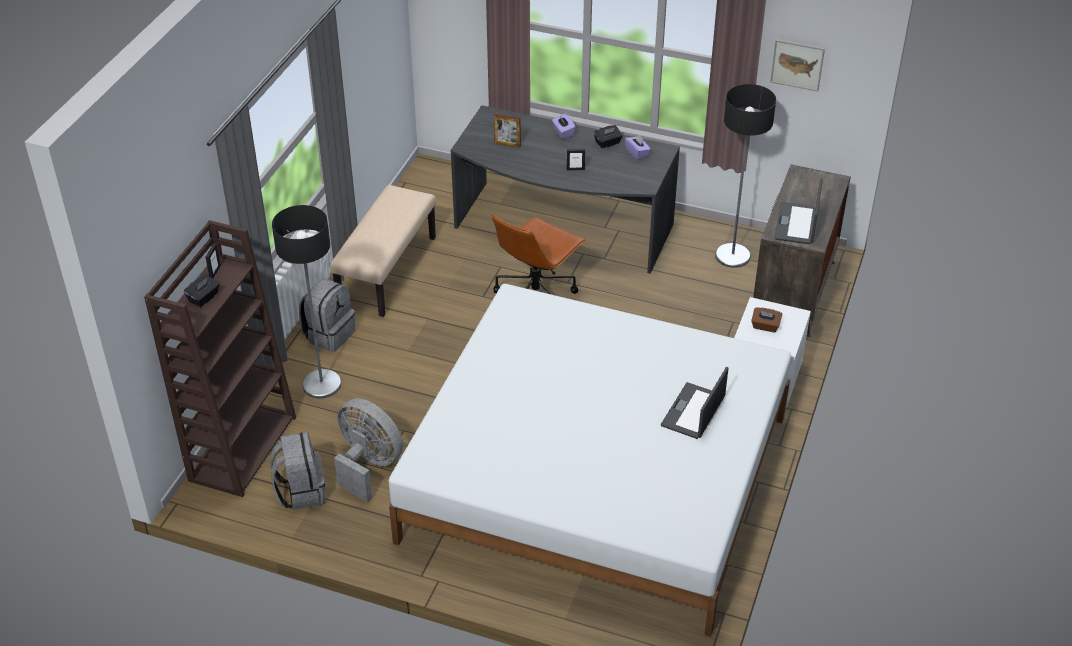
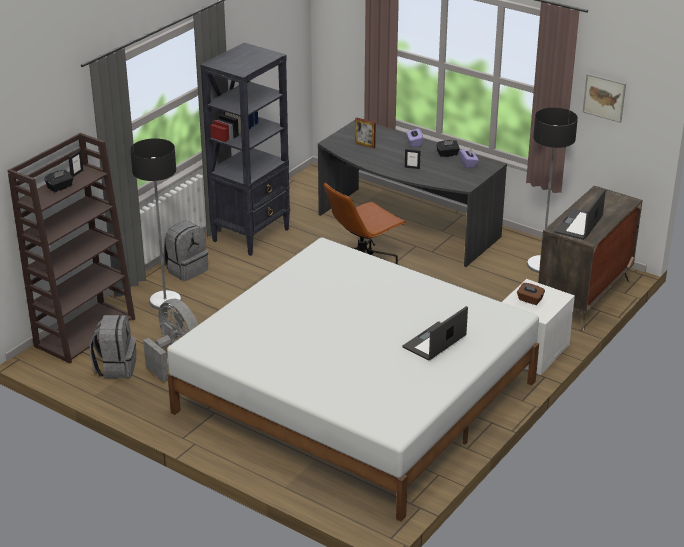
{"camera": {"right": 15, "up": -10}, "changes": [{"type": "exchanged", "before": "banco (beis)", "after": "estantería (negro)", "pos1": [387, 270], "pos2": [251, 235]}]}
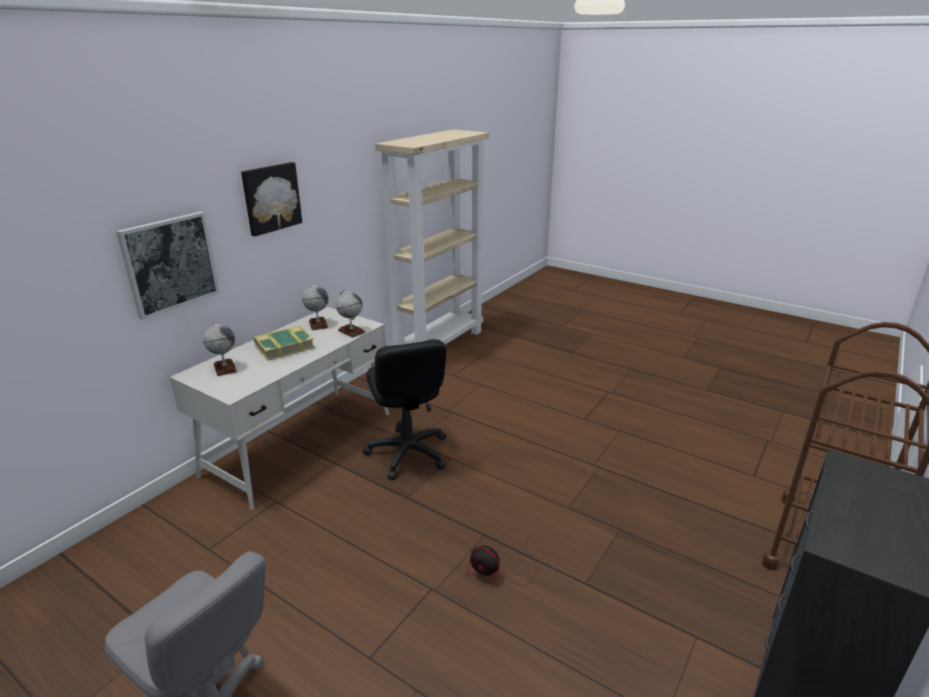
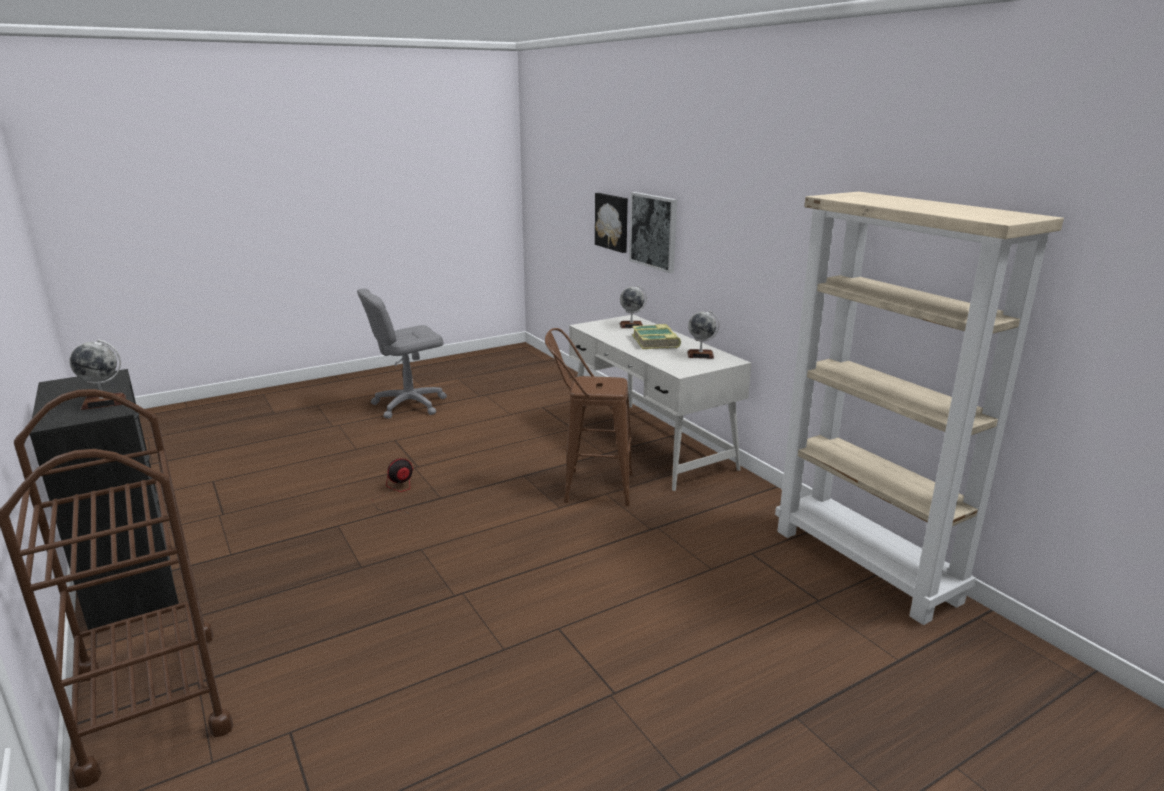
{"camera": {"right": 115, "up": -5}, "changes": [{"type": "relocated", "before": "cuadro", "pos1": [271, 198], "pos2": [613, 222]}, {"type": "relocated", "before": "globo terráqueo", "pos1": [351, 331], "pos2": [104, 402]}, {"type": "exchanged", "before": "silla de oficina (negro)", "after": "taburete (marrón)", "pos1": [408, 453], "pos2": [589, 487]}]}
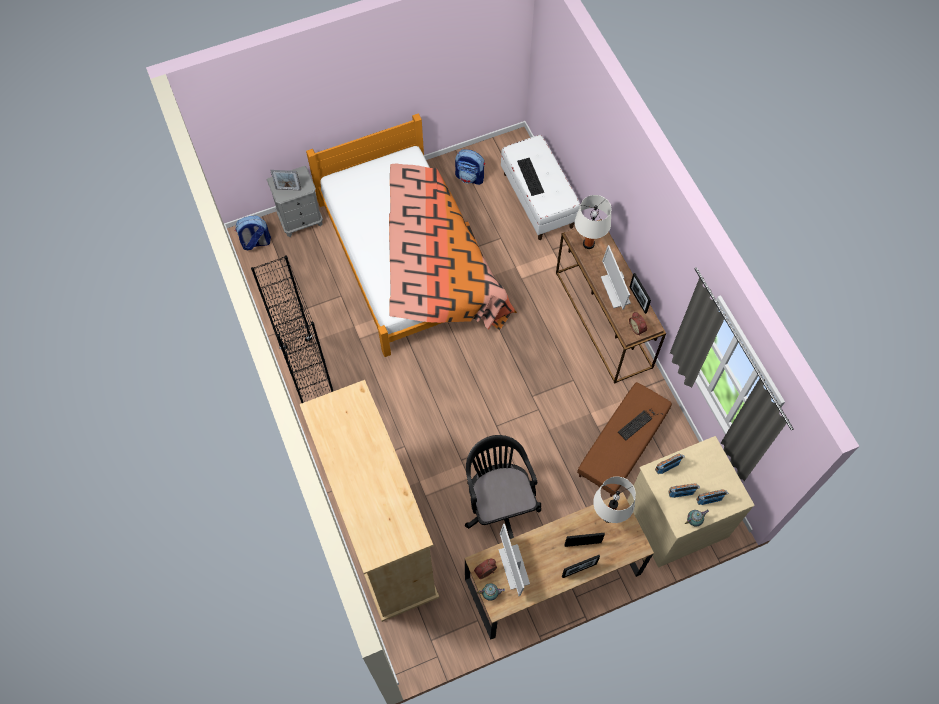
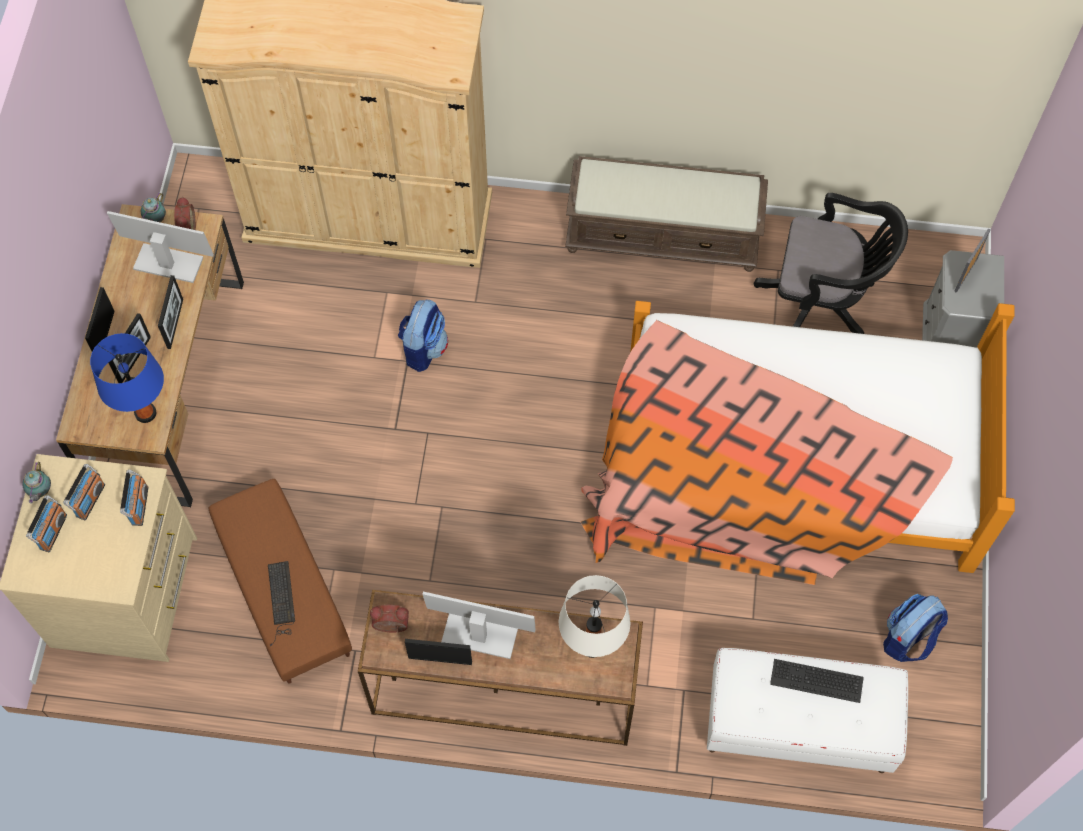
{"camera": {"right": 120, "up": 0}, "changes": [{"type": "relocated", "before": "mochila", "pos1": [255, 243], "pos2": [423, 348]}, {"type": "exchanged", "before": "estantería (negro)", "after": "banco (marrón)", "pos1": [308, 374], "pos2": [664, 236]}, {"type": "relocated", "before": "silla de oficina (negro)", "pos1": [499, 502], "pos2": [821, 302]}, {"type": "colour", "before": "lámpara de mesa (blanco)", "after": "lámpara de mesa (azul)", "pos1": [608, 516], "pos2": [145, 413]}, {"type": "appeared", "after": "portarretratos", "pos2": [175, 323]}]}
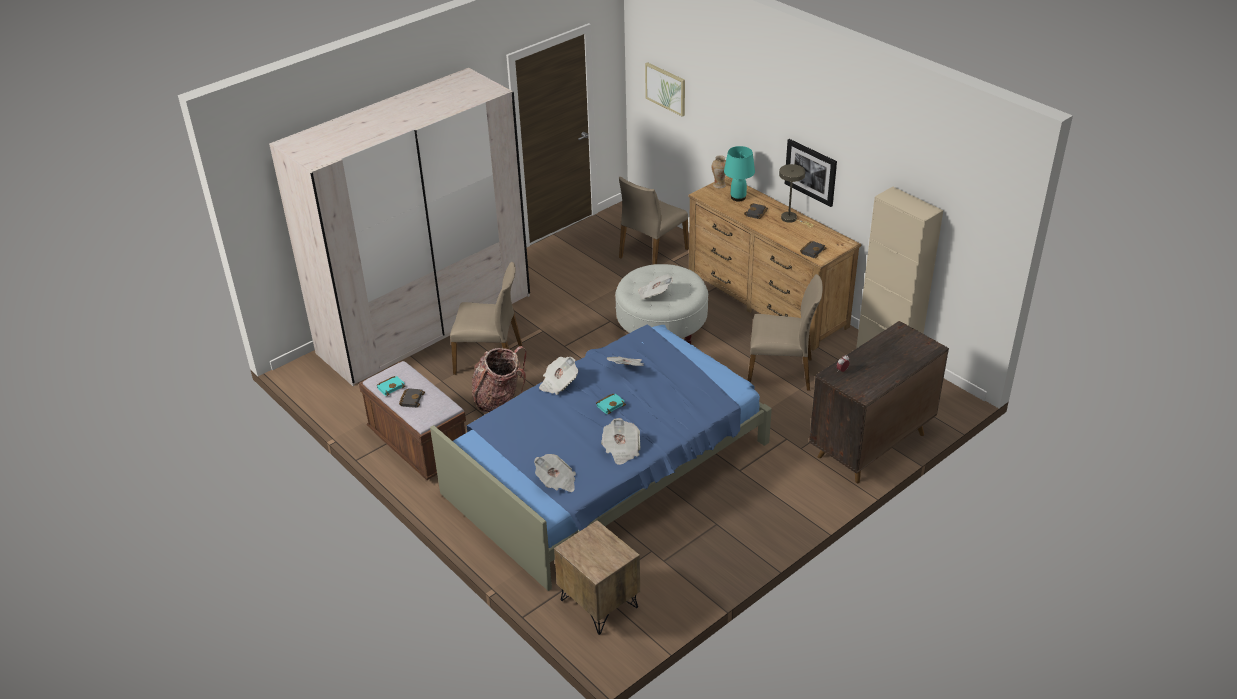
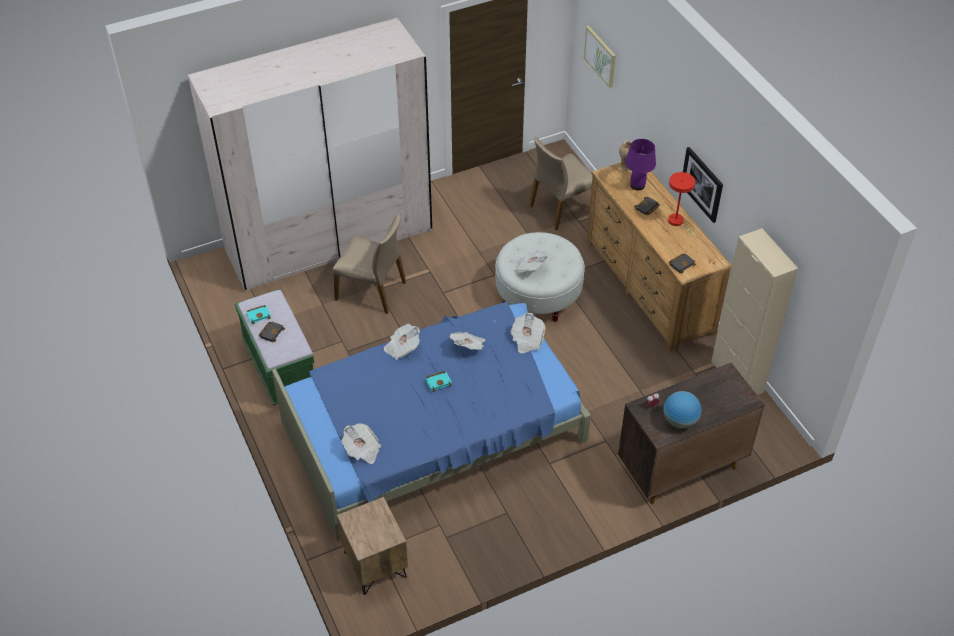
{"camera": {"right": 15, "up": 10}, "changes": [{"type": "colour", "before": "lámpara de mesa (turquesa)", "after": "lámpara de mesa (morado)", "pos1": [738, 197], "pos2": [637, 185]}, {"type": "colour", "before": "lámpara de mesa (beis)", "after": "lámpara de mesa (rojo)", "pos1": [791, 219], "pos2": [678, 222]}, {"type": "missing", "before": "silla (beis)", "pos1": [780, 372]}, {"type": "missing", "before": "mochila", "pos1": [499, 400]}, {"type": "colour", "before": "banco (marrón)", "after": "banco (verde)", "pos1": [418, 445], "pos2": [280, 367]}, {"type": "relocated", "before": "periódico", "pos1": [621, 450], "pos2": [527, 340]}, {"type": "appeared", "after": "globo terráqueo", "pos2": [679, 421]}]}
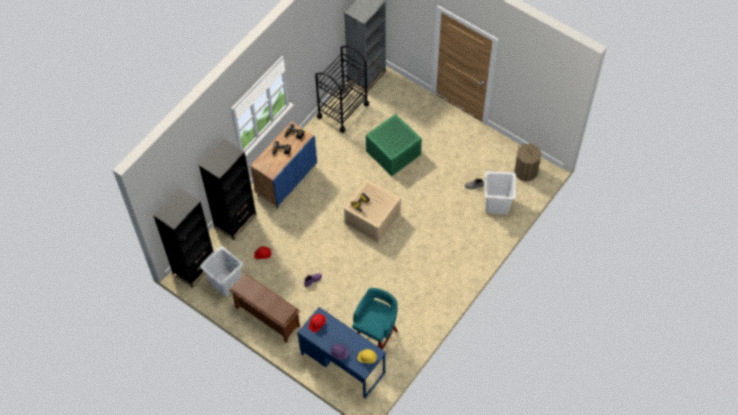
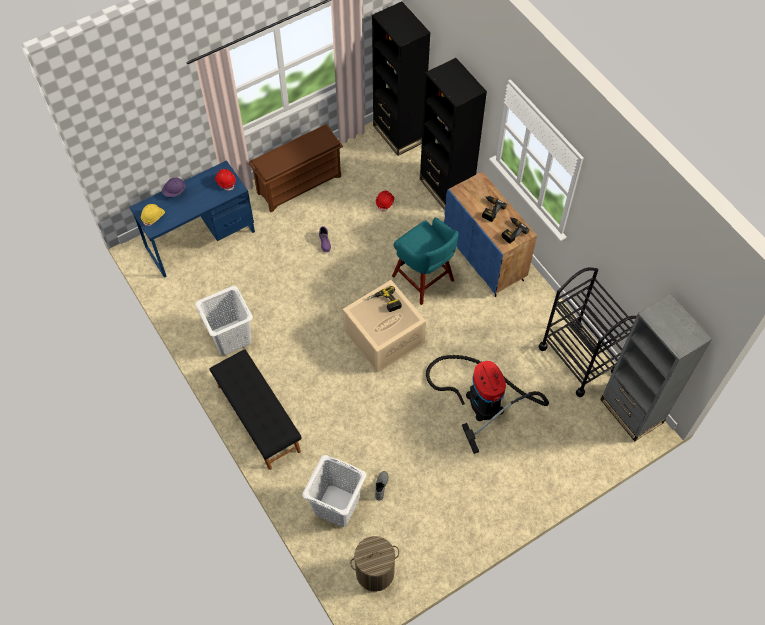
{"camera": {"right": 110, "up": 0}, "changes": [{"type": "exchanged", "before": "caja de almacenaje (verde)", "after": "aspiradora", "pos1": [393, 152], "pos2": [481, 399]}, {"type": "relocated", "before": "cesto de la ropa (blanco)", "pos1": [226, 283], "pos2": [230, 337]}, {"type": "relocated", "before": "taburete (turquesa)", "pos1": [376, 336], "pos2": [424, 279]}, {"type": "appeared", "after": "banco (negro)", "pos2": [258, 418]}]}
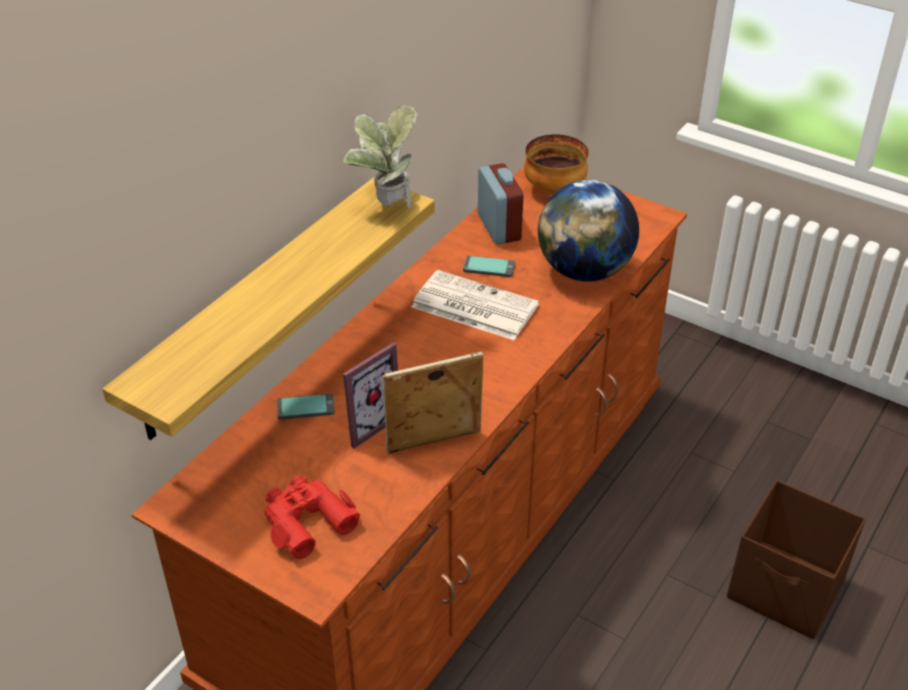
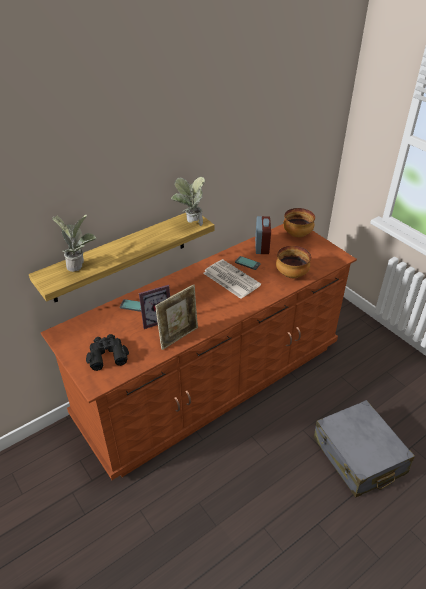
{"camera": {"right": 20, "up": 0}, "changes": [{"type": "exchanged", "before": "globo terráqueo", "after": "cuenco", "pos1": [584, 271], "pos2": [291, 275]}, {"type": "spun", "before": "portarretratos", "pos1": [434, 446], "pos2": [179, 337], "turn": 135}, {"type": "colour", "before": "prismáticos (rojo)", "after": "prismáticos (negro)", "pos1": [306, 520], "pos2": [107, 355]}, {"type": "exchanged", "before": "caja de almacenaje (marrón)", "after": "maleta (gris)", "pos1": [786, 590], "pos2": [358, 456]}, {"type": "appeared", "after": "planta en maceta", "pos2": [80, 265]}]}
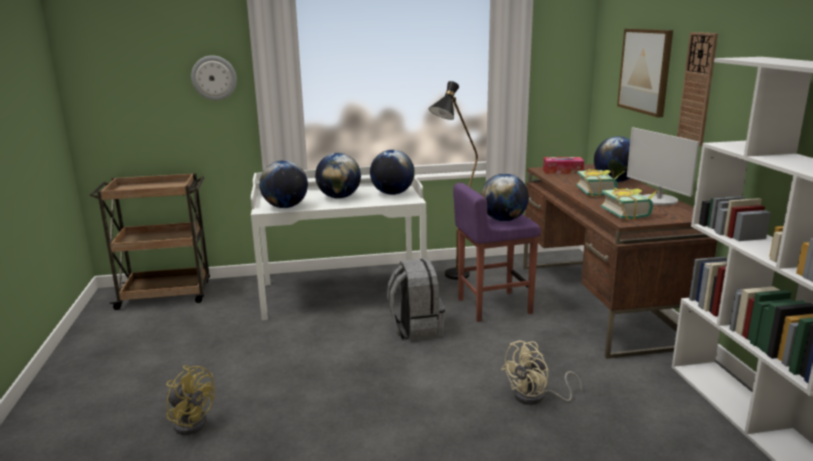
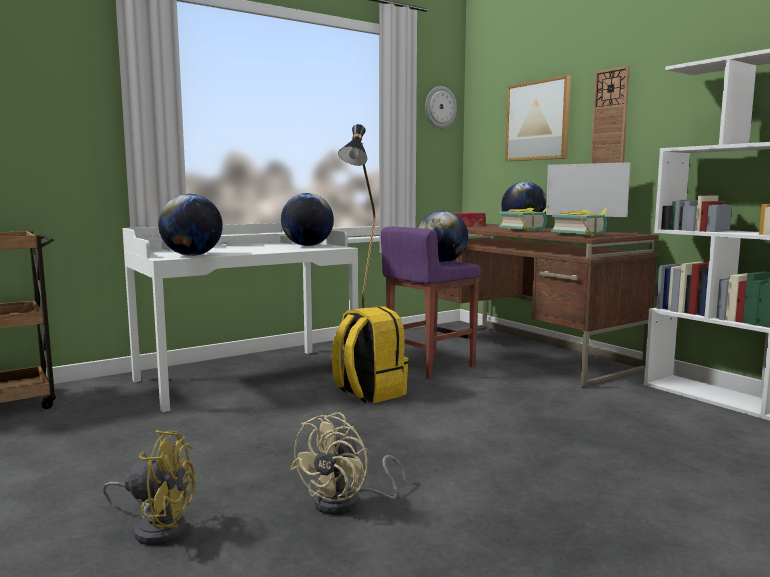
{"camera": {"right": -25, "up": -10}, "changes": [{"type": "relocated", "before": "reloj de pared", "pos1": [214, 78], "pos2": [440, 107]}, {"type": "missing", "before": "globo terráqueo", "pos1": [339, 197]}, {"type": "colour", "before": "mochila (gris)", "after": "mochila (amarillo)", "pos1": [415, 329], "pos2": [369, 393]}, {"type": "relocated", "before": "ventilador (beis)", "pos1": [536, 397], "pos2": [347, 503]}]}
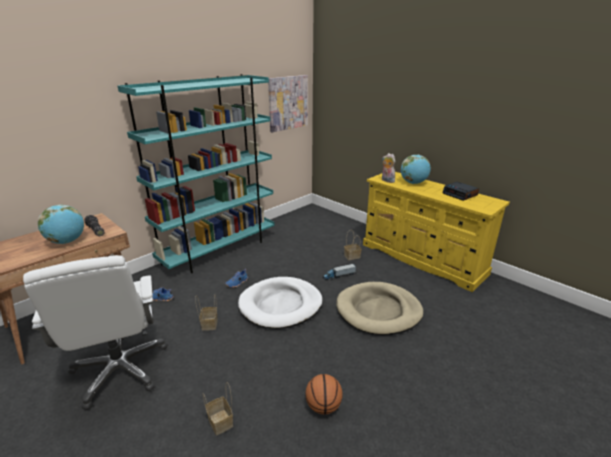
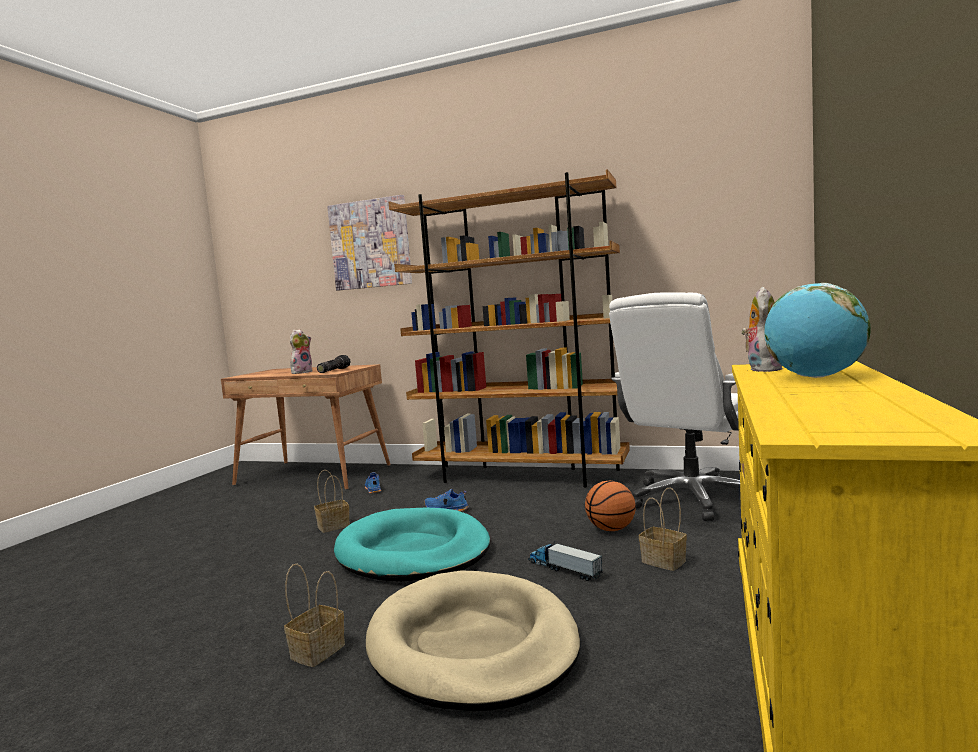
{"camera": {"right": 65, "up": -20}, "changes": [{"type": "colour", "before": "estantería (turquesa)", "after": "estantería (marrón)", "pos1": [219, 250], "pos2": [521, 476]}, {"type": "relocated", "before": "cuadro", "pos1": [288, 103], "pos2": [370, 244]}, {"type": "missing", "before": "despertador", "pos1": [460, 194]}, {"type": "exchanged", "before": "globo terráqueo", "after": "peluche", "pos1": [67, 241], "pos2": [302, 372]}, {"type": "relocated", "before": "silla de oficina (blanco)", "pos1": [120, 370], "pos2": [692, 499]}, {"type": "colour", "before": "cama para perro (blanco)", "after": "cama para perro (turquesa)", "pos1": [281, 305], "pos2": [413, 551]}, {"type": "relocated", "before": "balón de baloncesto", "pos1": [323, 406], "pos2": [611, 529]}, {"type": "relocated", "before": "cesta", "pos1": [221, 422], "pos2": [317, 652]}]}
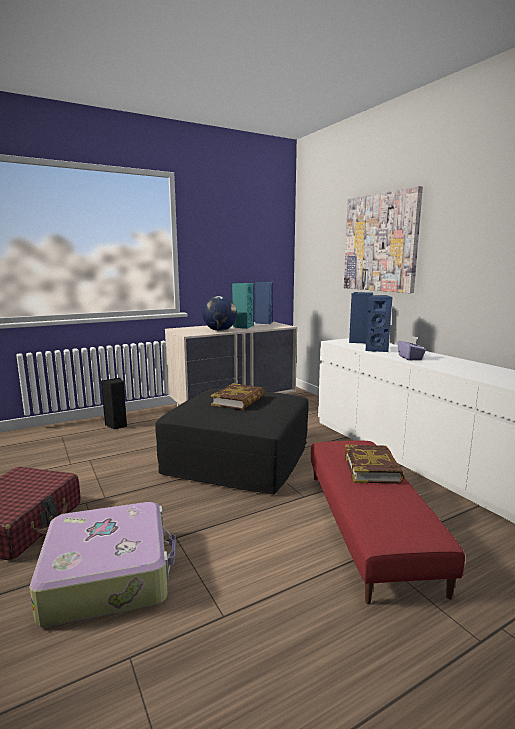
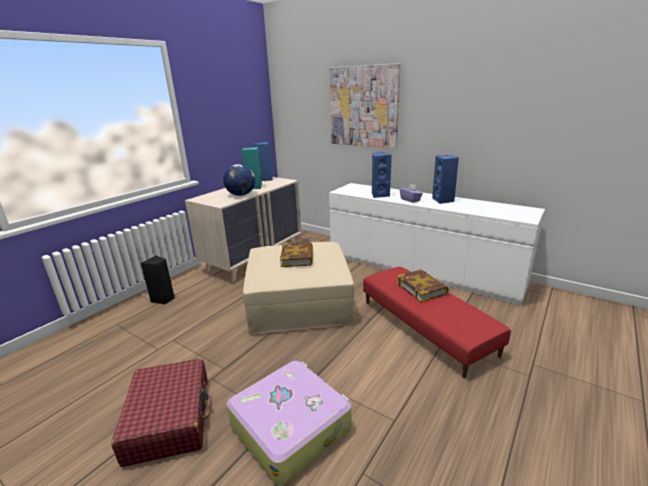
{"camera": {"right": -25, "up": 10}, "changes": [{"type": "relocated", "before": "altavoz (azul)", "pos1": [359, 341], "pos2": [443, 200]}, {"type": "colour", "before": "puf (negro)", "after": "puf (beis)", "pos1": [239, 458], "pos2": [300, 302]}]}
